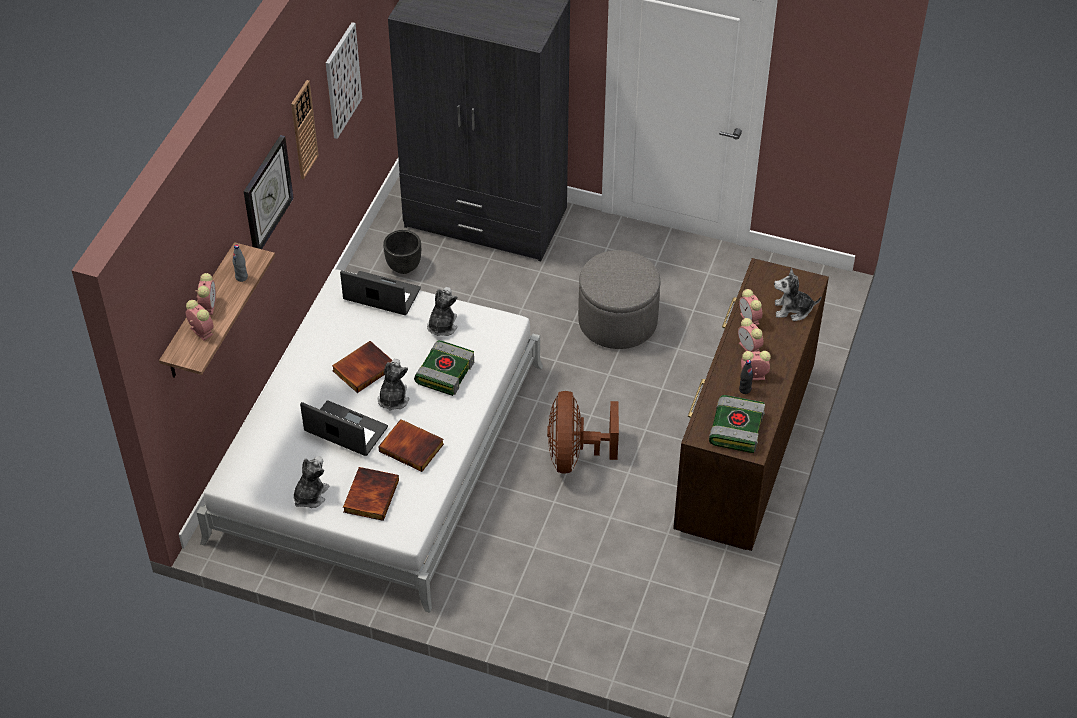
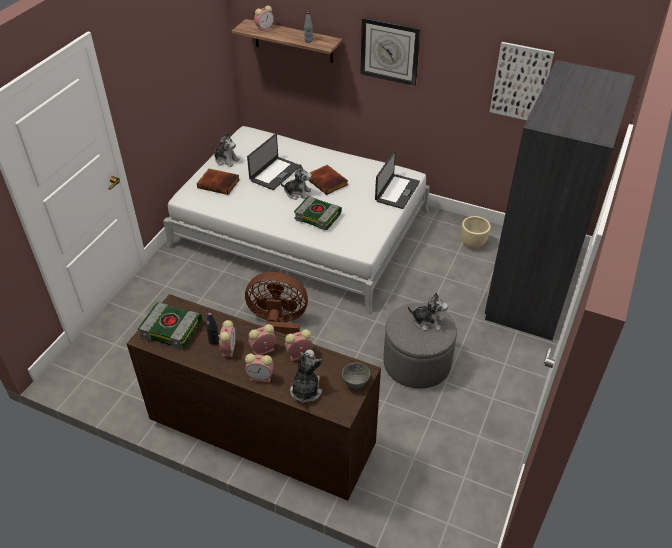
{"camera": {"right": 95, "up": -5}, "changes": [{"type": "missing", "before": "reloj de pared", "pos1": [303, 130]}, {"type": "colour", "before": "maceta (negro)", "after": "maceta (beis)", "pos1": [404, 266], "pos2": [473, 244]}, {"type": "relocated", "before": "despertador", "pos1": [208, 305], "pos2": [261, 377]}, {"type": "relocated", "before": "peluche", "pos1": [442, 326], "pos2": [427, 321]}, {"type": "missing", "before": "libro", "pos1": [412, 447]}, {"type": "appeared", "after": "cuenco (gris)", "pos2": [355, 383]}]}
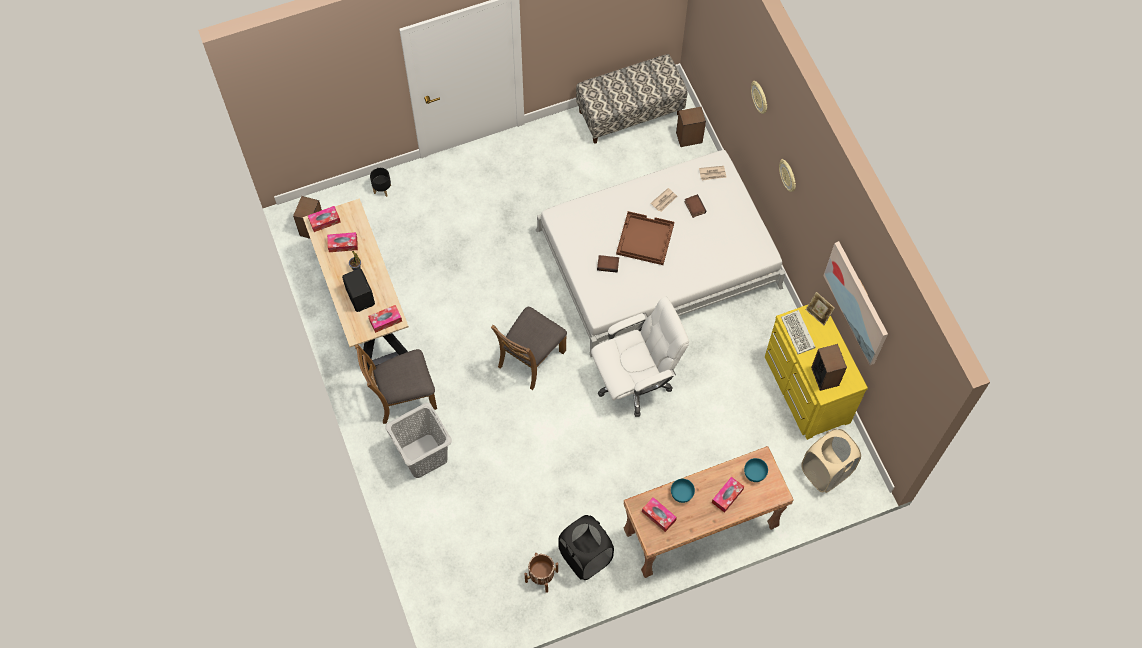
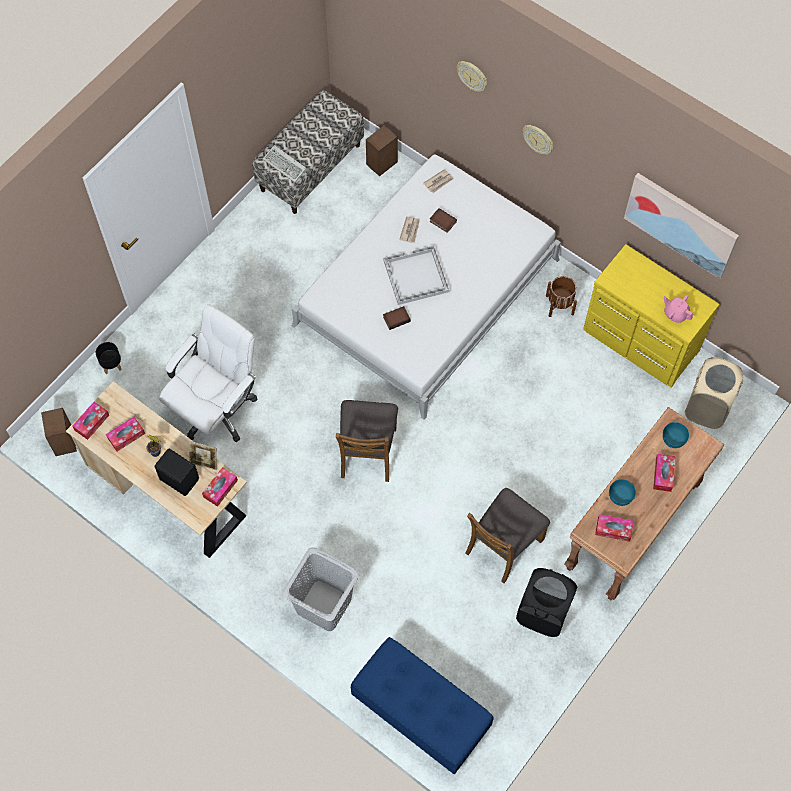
{"camera": {"right": -30, "up": 0}, "changes": [{"type": "colour", "before": "bandeja (marrón)", "after": "bandeja (blanco)", "pos1": [644, 239], "pos2": [415, 276]}, {"type": "relocated", "before": "portarretratos", "pos1": [817, 314], "pos2": [204, 461]}, {"type": "relocated", "before": "silla de oficina (blanco)", "pos1": [635, 381], "pos2": [216, 409]}, {"type": "relocated", "before": "teclado", "pos1": [798, 334], "pos2": [286, 165]}, {"type": "relocated", "before": "silla (marrón)", "pos1": [402, 396], "pos2": [503, 545]}, {"type": "exchanged", "before": "altavoz", "after": "tetera (rosa)", "pos1": [825, 376], "pos2": [675, 314]}, {"type": "relocated", "before": "maceta (marrón)", "pos1": [541, 576], "pos2": [559, 305]}, {"type": "appeared", "after": "banco (azul)", "pos2": [420, 713]}]}
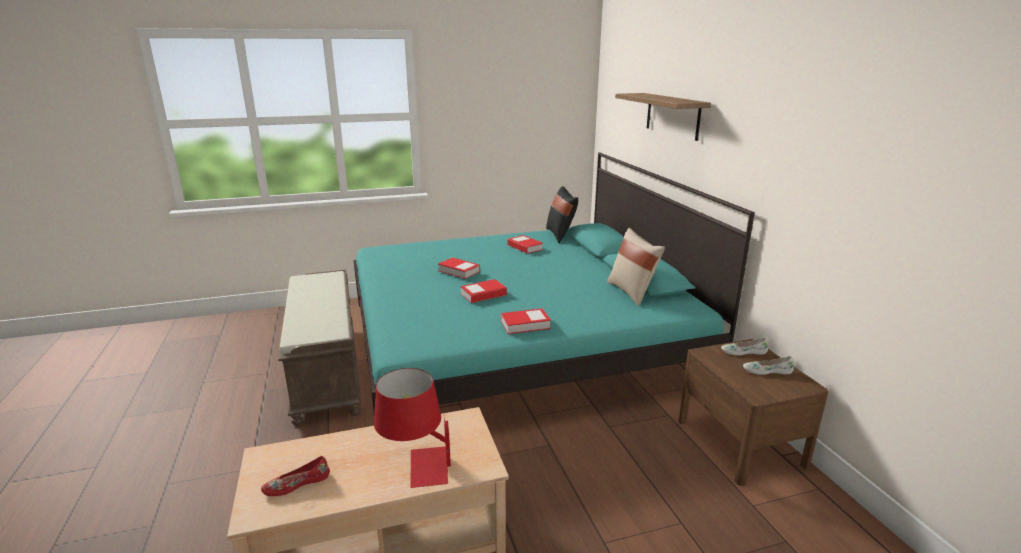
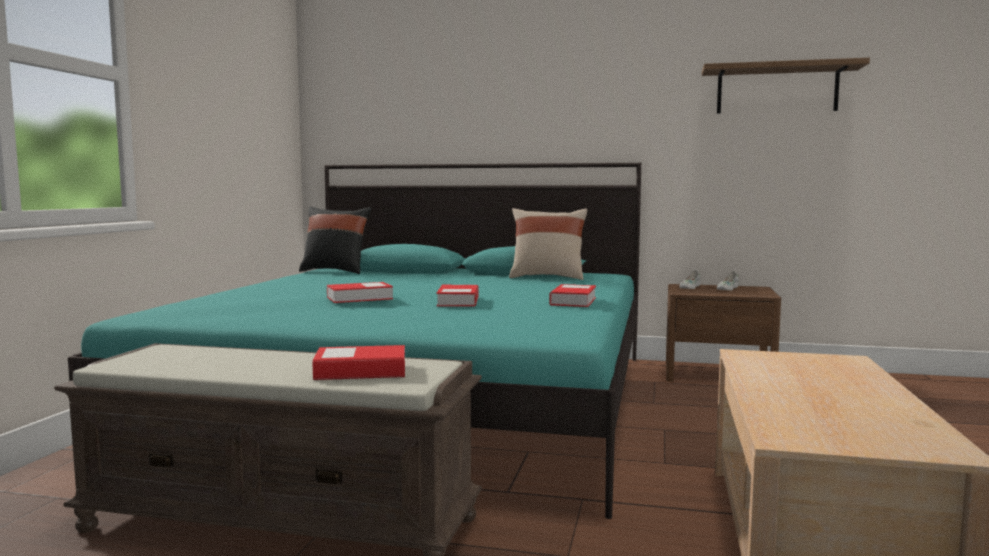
{"camera": {"right": -60, "up": -15}, "changes": [{"type": "relocated", "before": "estante", "pos1": [672, 115], "pos2": [777, 90]}, {"type": "relocated", "before": "libro", "pos1": [525, 247], "pos2": [361, 371]}, {"type": "missing", "before": "lámpara de mesa (rojo)", "pos1": [416, 467]}, {"type": "missing", "before": "zapato (rojo)", "pos1": [297, 483]}]}
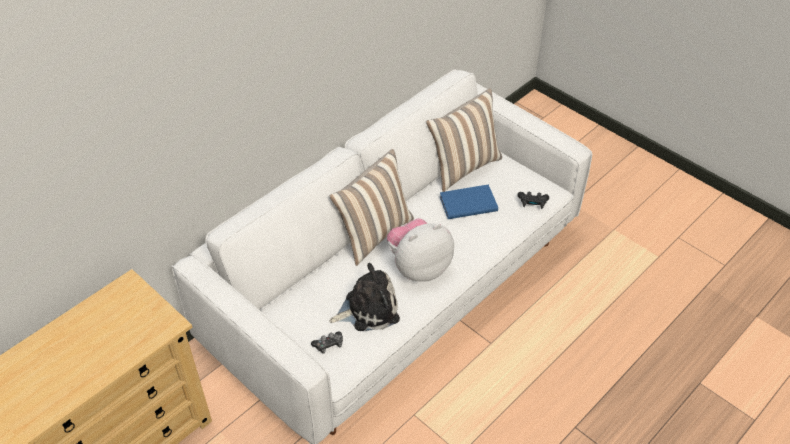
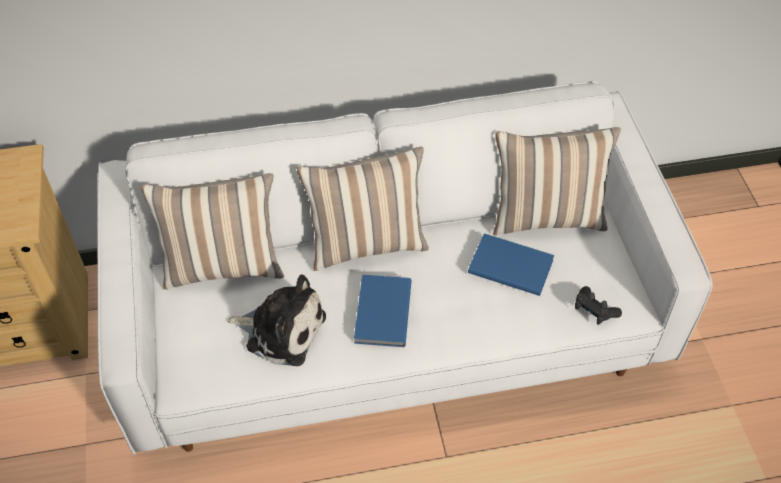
{"camera": {"right": 35, "up": 5}, "changes": [{"type": "exchanged", "before": "peluche", "after": "libro (azul)", "pos1": [419, 267], "pos2": [381, 313]}, {"type": "missing", "before": "mando de consola", "pos1": [329, 345]}, {"type": "appeared", "after": "cojín", "pos2": [223, 266]}]}
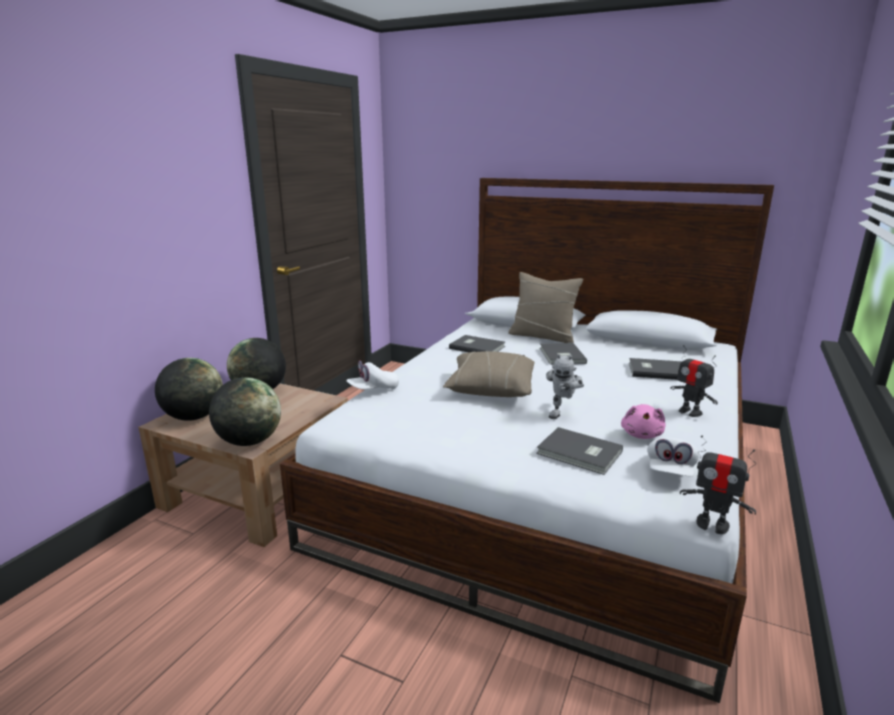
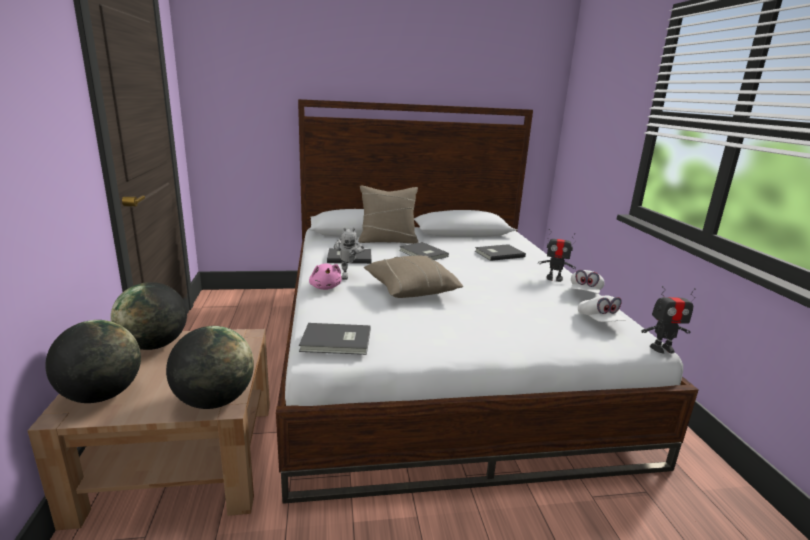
{"camera": {"right": -35, "up": 0}, "changes": [{"type": "relocated", "before": "robot de juguete", "pos1": [562, 413], "pos2": [347, 275]}, {"type": "relocated", "before": "gorra (blanco)", "pos1": [373, 390], "pos2": [584, 293]}, {"type": "relocated", "before": "peluche (rosa)", "pos1": [642, 434], "pos2": [325, 287]}, {"type": "relocated", "before": "libro (gris)", "pos1": [579, 454], "pos2": [337, 342]}]}
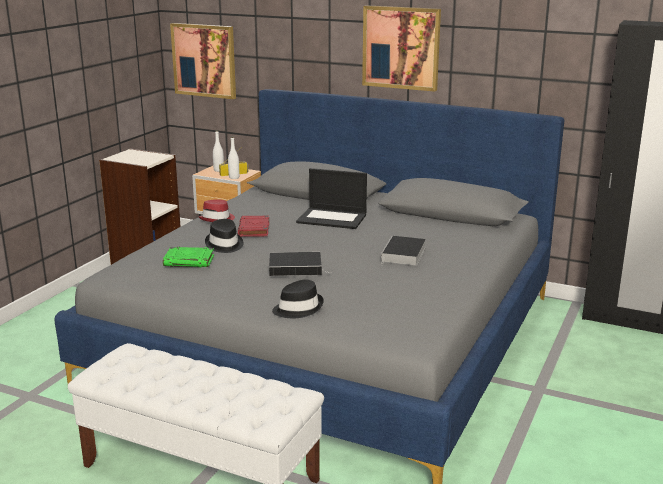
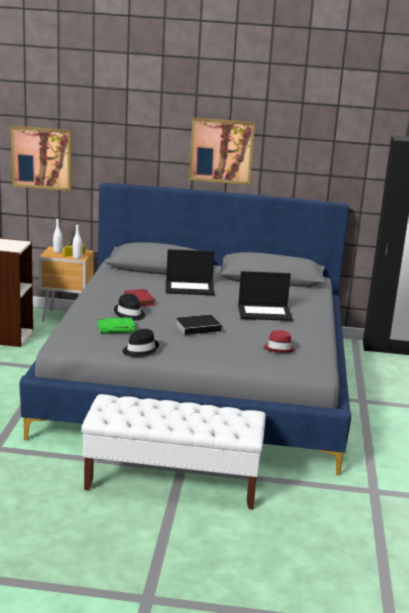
{"camera": {"right": -20, "up": 0}, "changes": [{"type": "relocated", "before": "sombrero (rojo)", "pos1": [217, 219], "pos2": [279, 348]}, {"type": "exchanged", "before": "libro", "after": "portátil", "pos1": [403, 255], "pos2": [265, 312]}, {"type": "relocated", "before": "sombrero (negro)", "pos1": [298, 308], "pos2": [140, 350]}]}
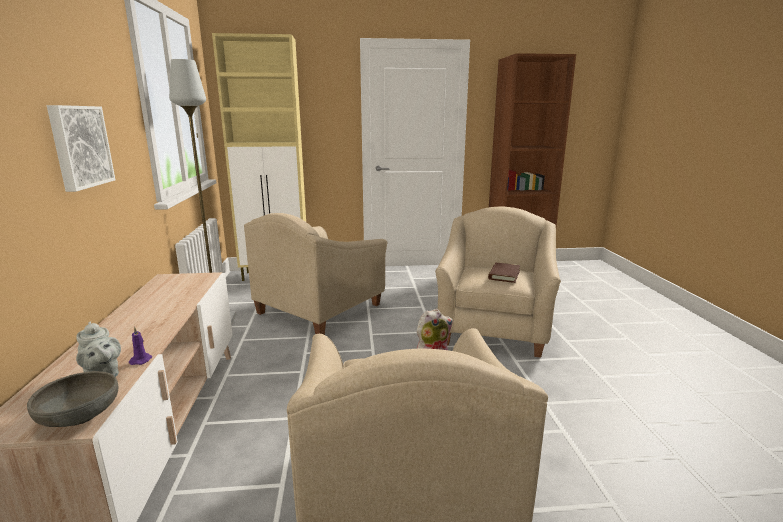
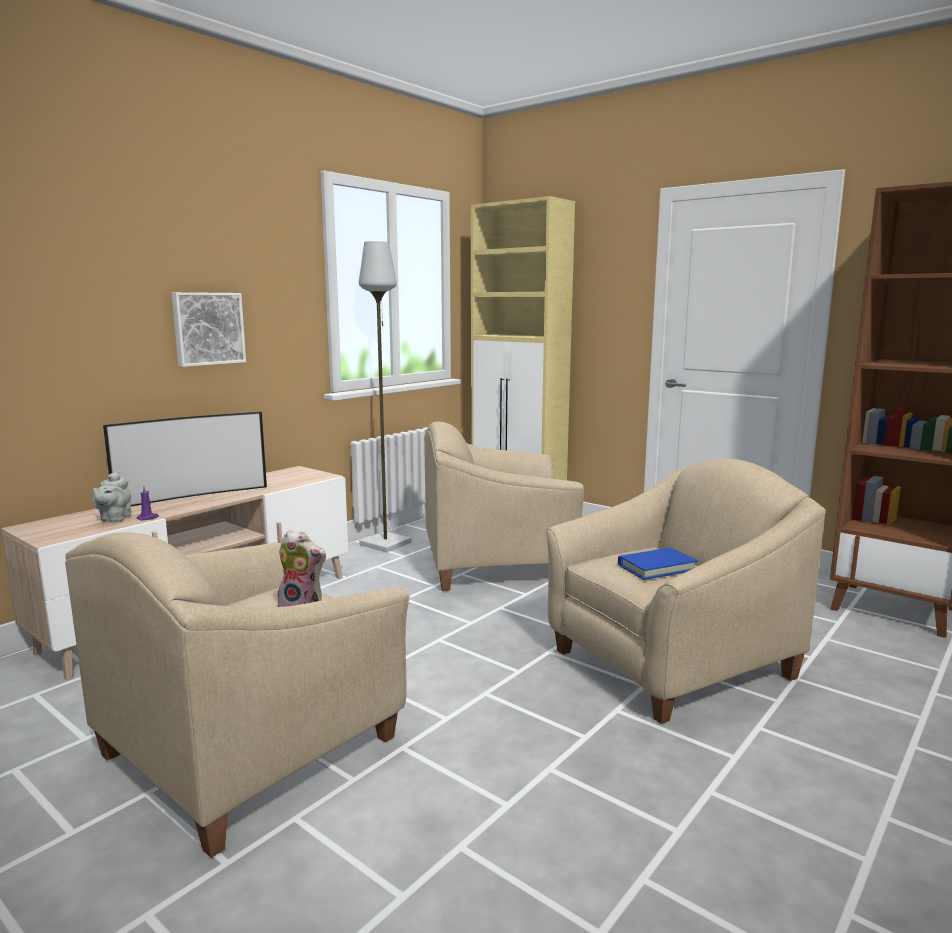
{"camera": {"right": 45, "up": -5}, "changes": [{"type": "colour", "before": "libro (marrón)", "after": "libro (azul)", "pos1": [504, 275], "pos2": [657, 567]}, {"type": "missing", "before": "cuenco (gris)", "pos1": [79, 416]}, {"type": "appeared", "after": "televisor", "pos2": [192, 496]}]}
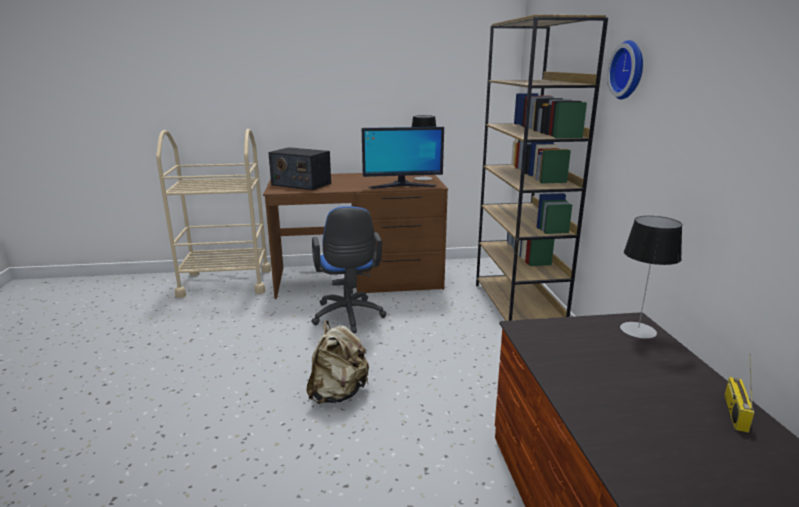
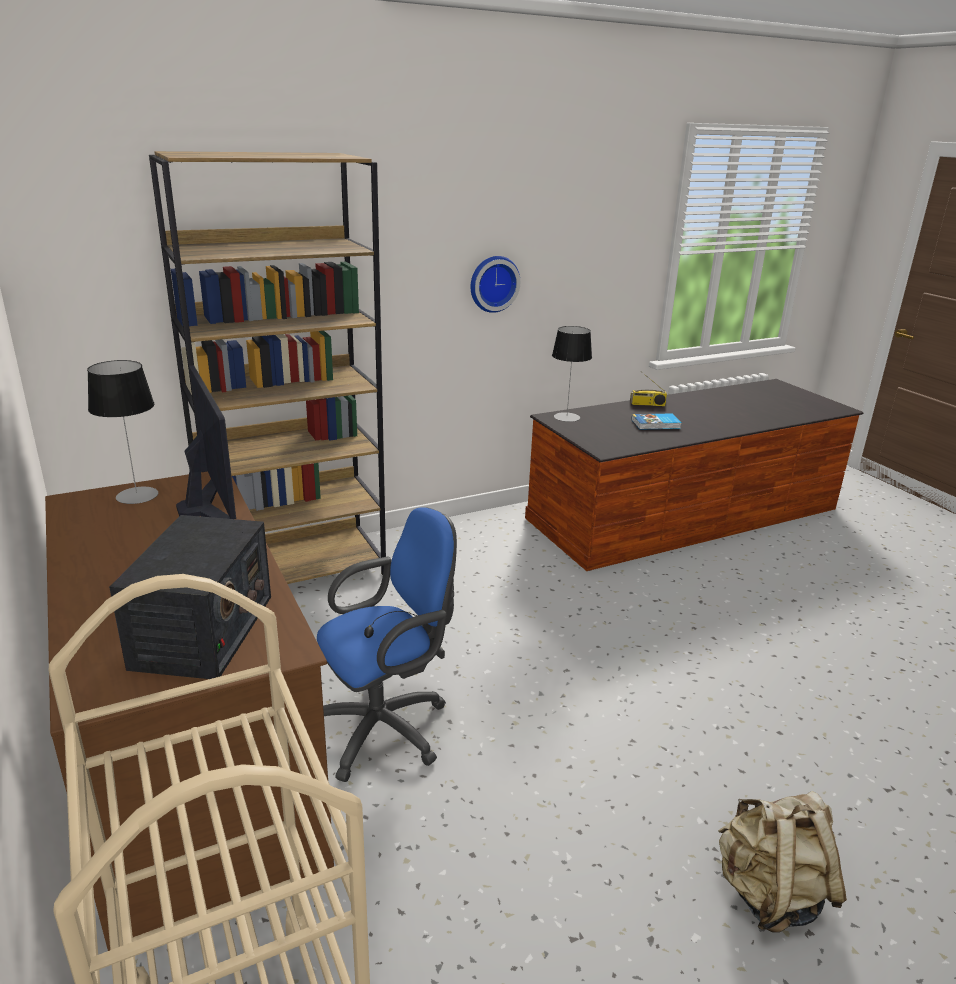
{"camera": {"right": -110, "up": 5}, "changes": [{"type": "relocated", "before": "reloj de pared", "pos1": [629, 70], "pos2": [493, 283]}, {"type": "relocated", "before": "mochila (beis)", "pos1": [338, 393], "pos2": [769, 894]}, {"type": "appeared", "after": "libro", "pos2": [656, 424]}]}
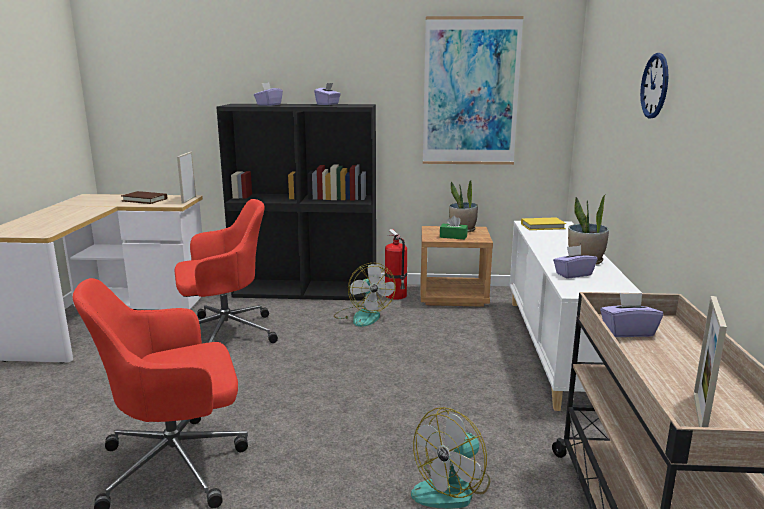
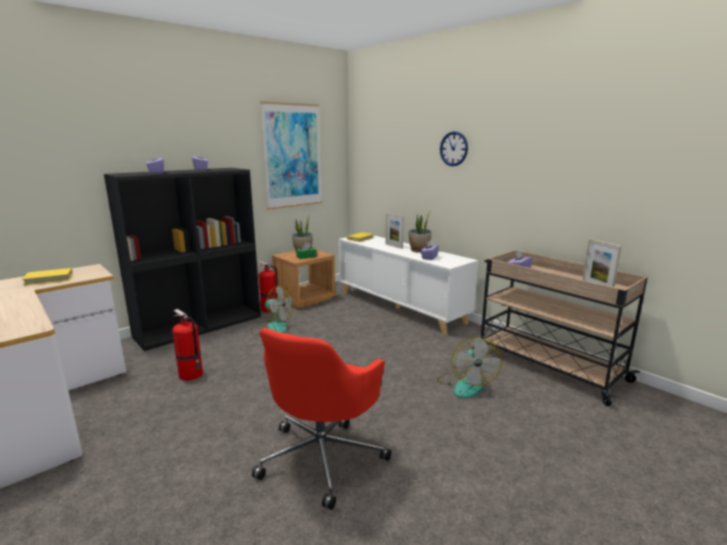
{"camera": {"right": -45, "up": 0}, "changes": [{"type": "relocated", "before": "portarretratos", "pos1": [189, 200], "pos2": [394, 246]}, {"type": "colour", "before": "libro (marrón)", "after": "libro (amarillo)", "pos1": [144, 200], "pos2": [49, 279]}, {"type": "exchanged", "before": "silla de oficina (rojo)", "after": "extintor", "pos1": [225, 333], "pos2": [191, 374]}]}
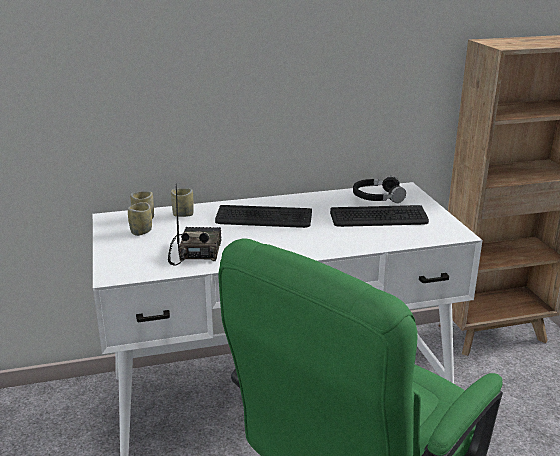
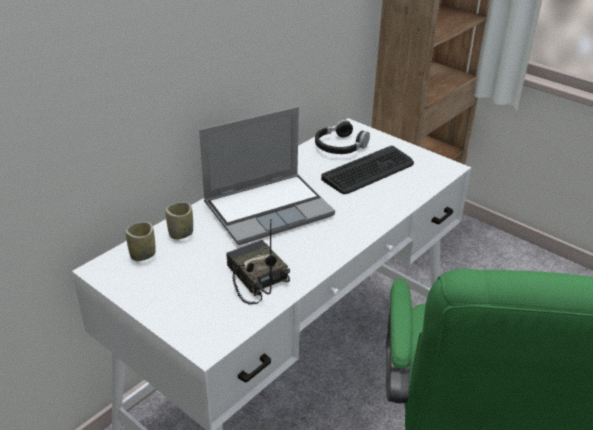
{"camera": {"right": -35, "up": 10}, "changes": [{"type": "missing", "before": "taza", "pos1": [141, 231]}, {"type": "exchanged", "before": "teclado", "after": "portátil", "pos1": [263, 218], "pos2": [269, 208]}]}
